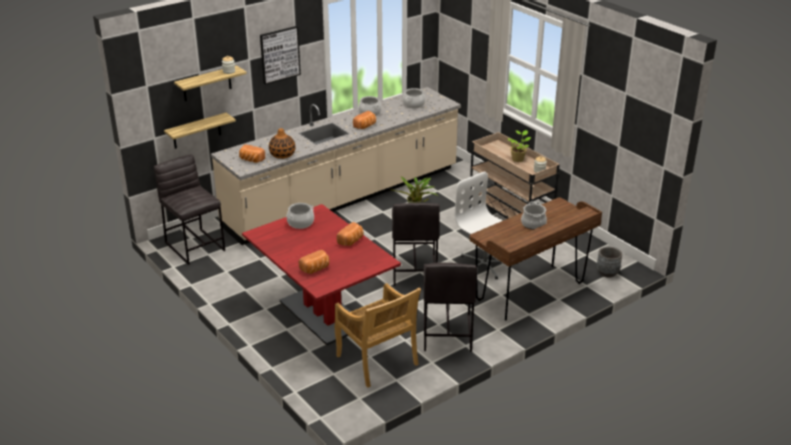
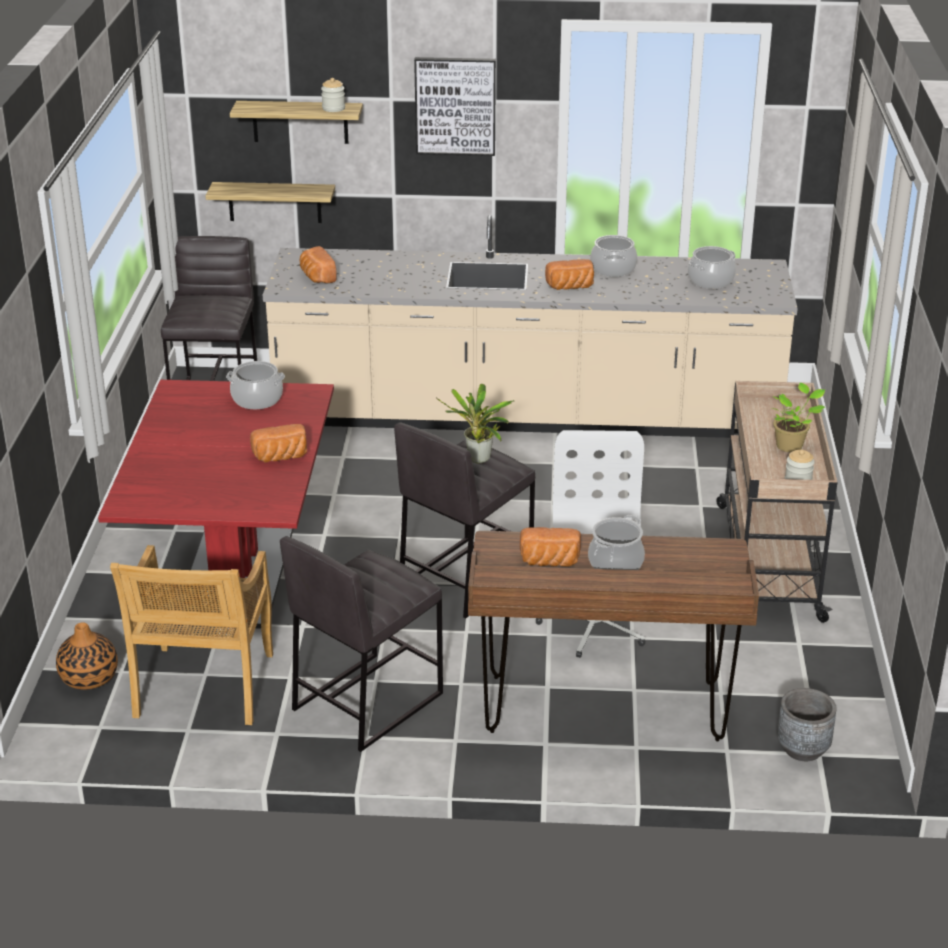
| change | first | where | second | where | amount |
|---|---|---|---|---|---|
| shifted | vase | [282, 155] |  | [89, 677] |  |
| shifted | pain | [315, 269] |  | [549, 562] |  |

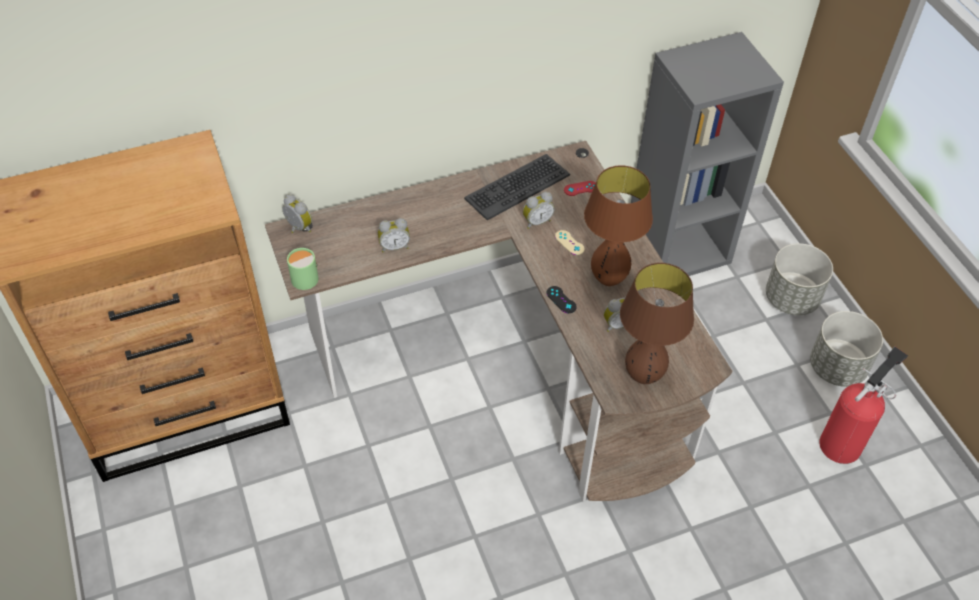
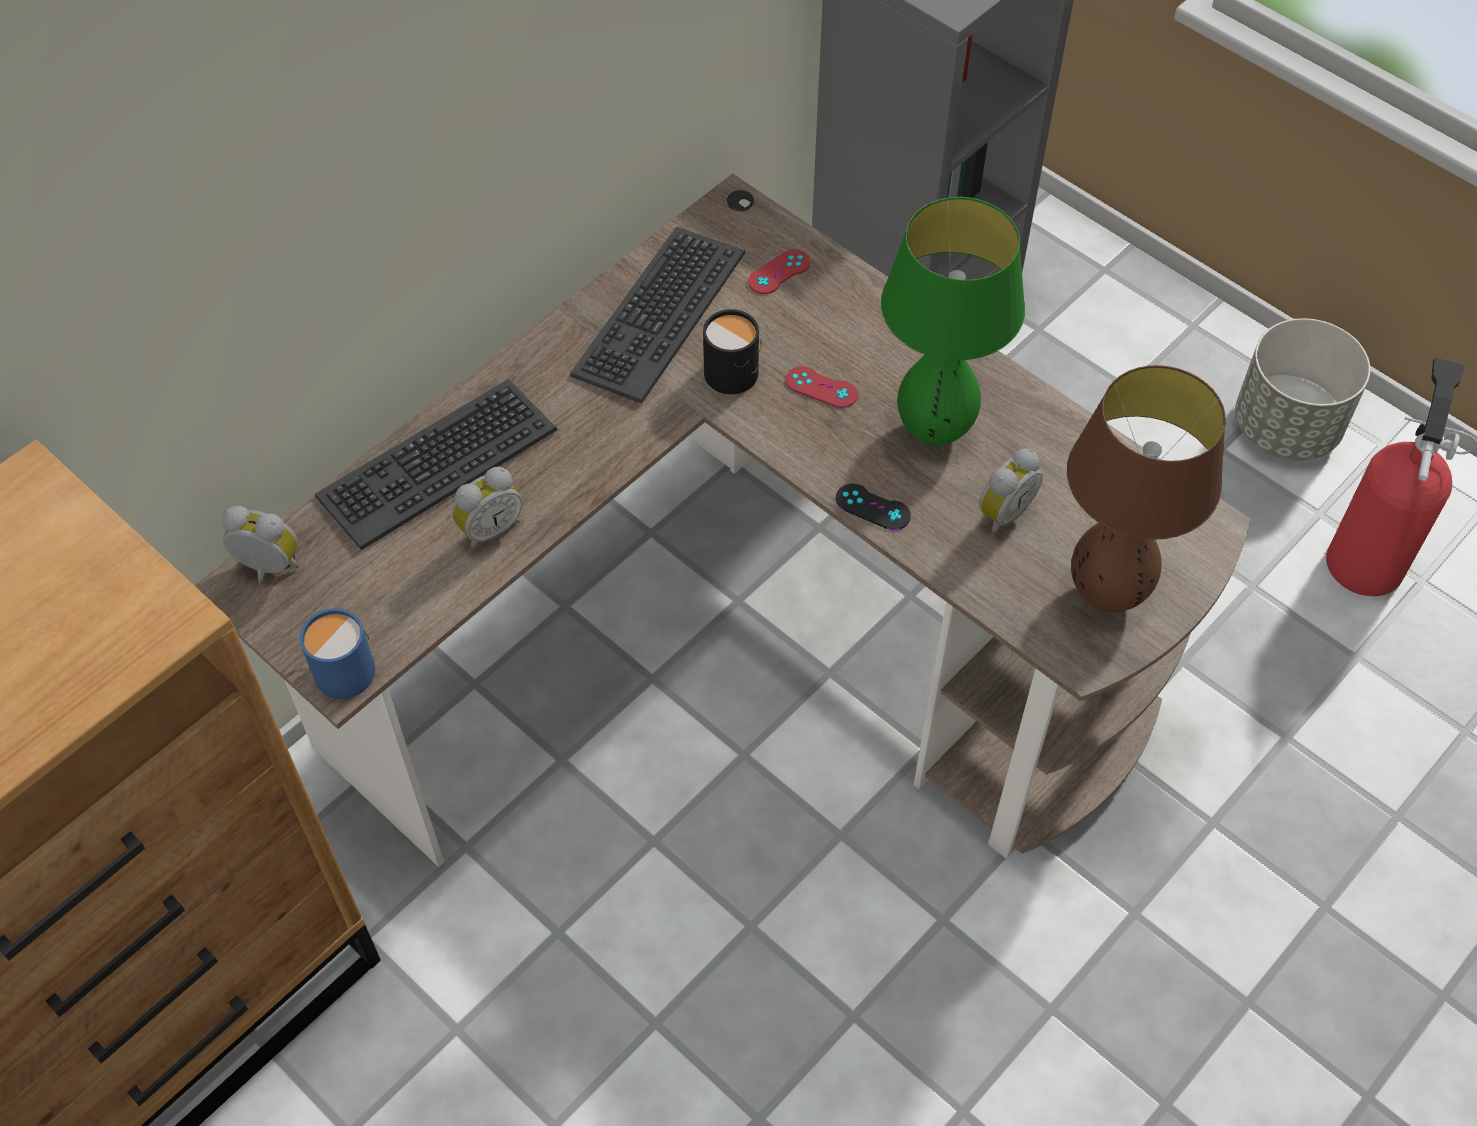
| change | first | where | second | where | amount |
|---|---|---|---|---|---|
| repainted | lampe de table/marron | [608, 279] | lampe de table/vert | [934, 431] |  |
| swapped | réveil | [536, 221] | mug/noir | [736, 369] |  |
| repainted | manette/beige | [569, 242] | manette/rouge | [821, 387] |  |
| gone | cache-pot/gris | [791, 298] |  |  |  |
| repainted | mug/vert | [303, 276] | mug/bleu | [339, 668] |  |
| new |  |  | clavier | [436, 462] |  |

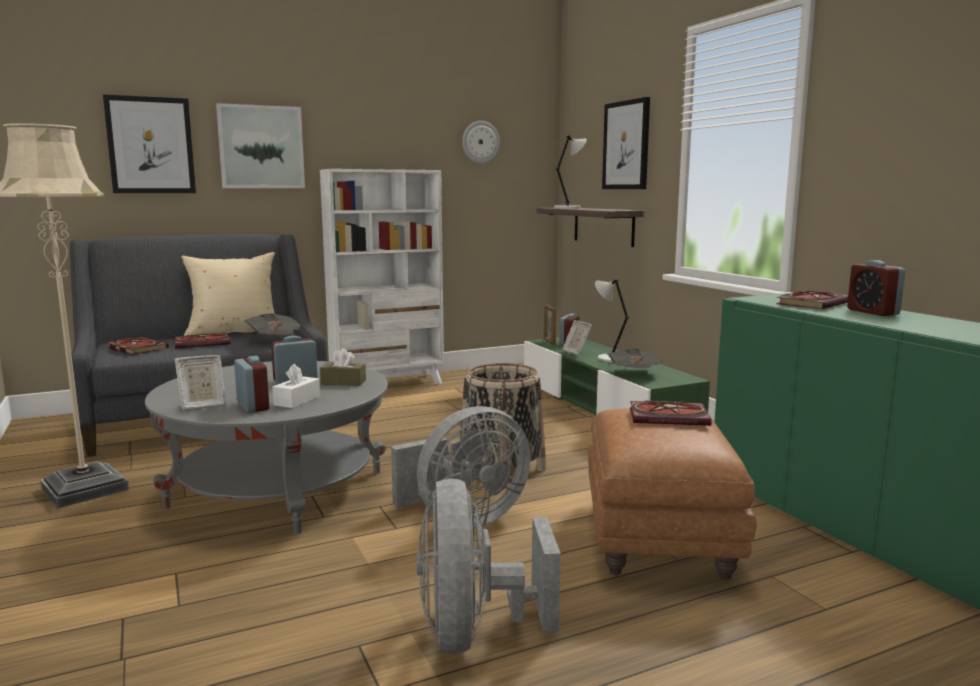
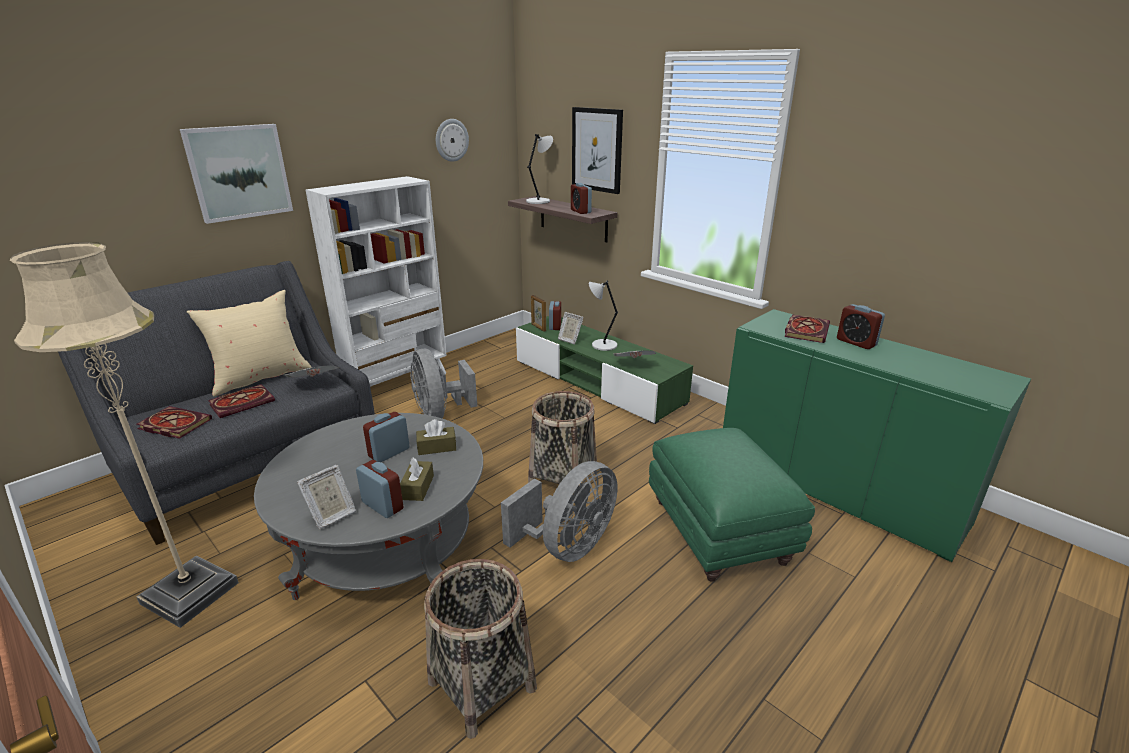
| change | first | where | second | where | amount |
|---|---|---|---|---|---|
| gone | tableau | [150, 145] |  |  |  |
| repainted | boîte à mouchoirs/blanc | [297, 401] | boîte à mouchoirs/marron | [417, 487] |  |
| gone | livre | [670, 417] |  |  |  |
| repainted | pouf/marron | [659, 539] | pouf/vert | [720, 533] |  |
| shifted | ventilateur/gris | [474, 633] |  | [440, 413] |  |
| new |  |  | réveil | [580, 211] |  |
| new |  |  | panier | [481, 684] |  |

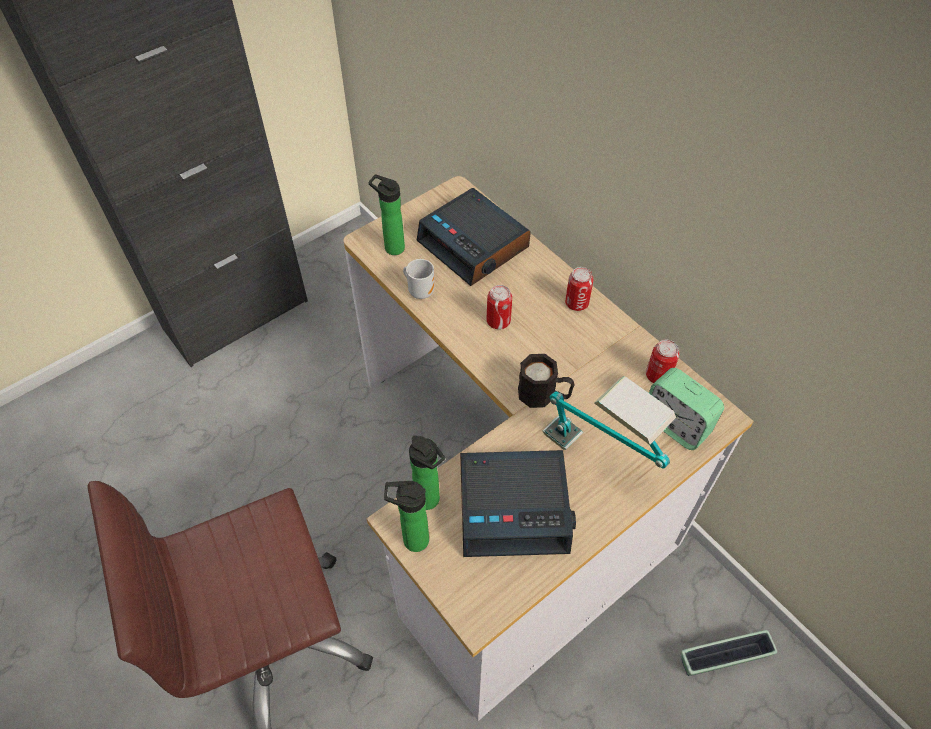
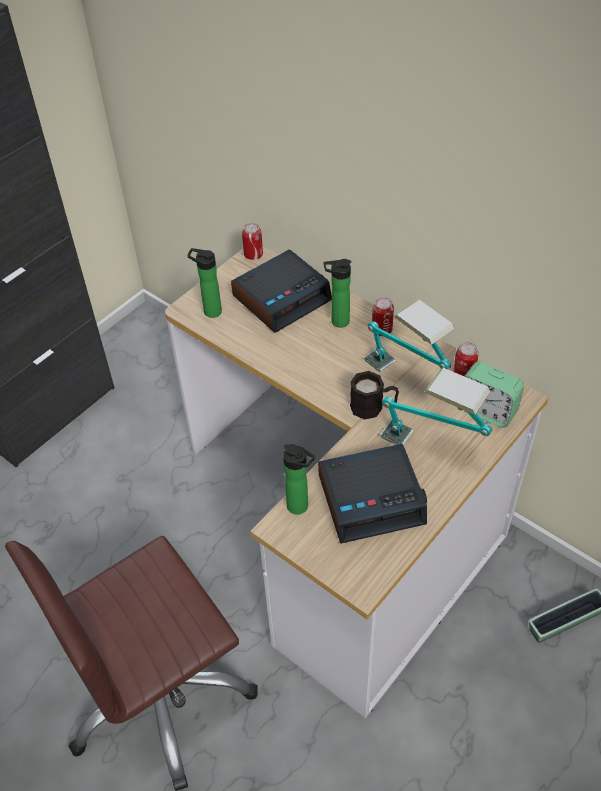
| change | first | where | second | where | amount |
|---|---|---|---|---|---|
| rotated | réveil | [474, 245] |  | [282, 297] | 75 degrees counterclockwise |
| gone | mug | [420, 291] |  |  |  |
| shifted | boîte métallique | [498, 321] |  | [253, 255] |  |
| shifted | bouteille | [411, 540] |  | [337, 322] |  |
| new |  |  | lampe de table | [405, 381] |  |

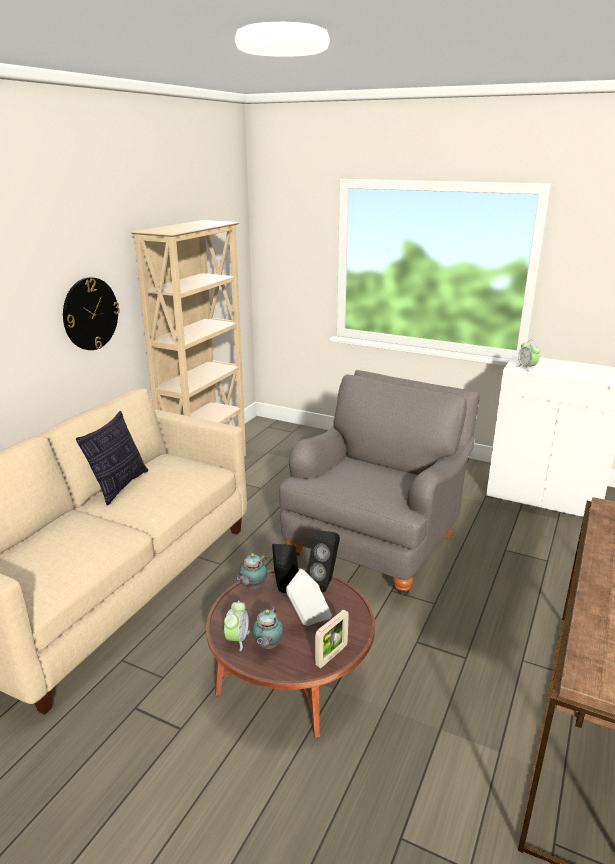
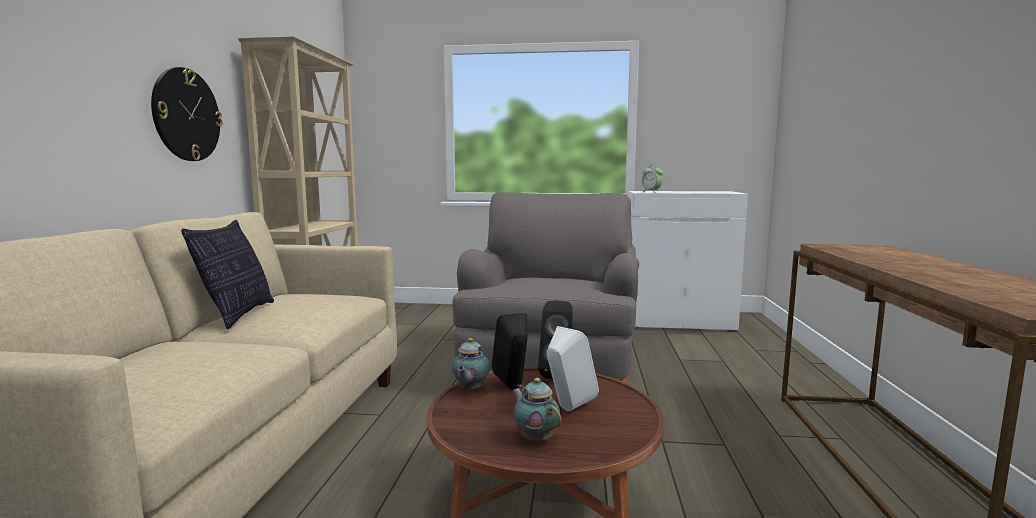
| change | first | where | second | where | amount |
|---|---|---|---|---|---|
| gone | réveil | [237, 639] |  |  |  |
| rotated | théière | [267, 646] |  | [535, 438] | 150 degrees clockwise |
| gone | cadre photo | [331, 656] |  |  |  |

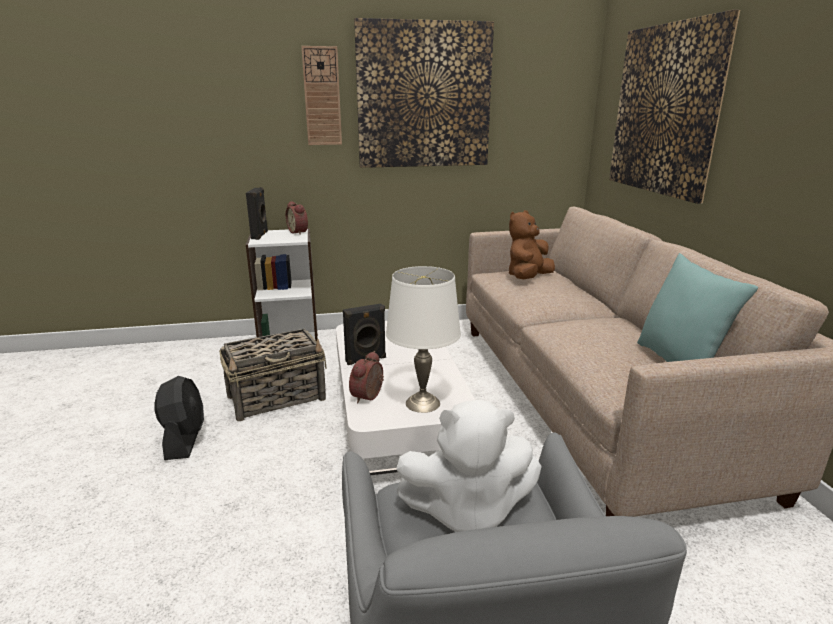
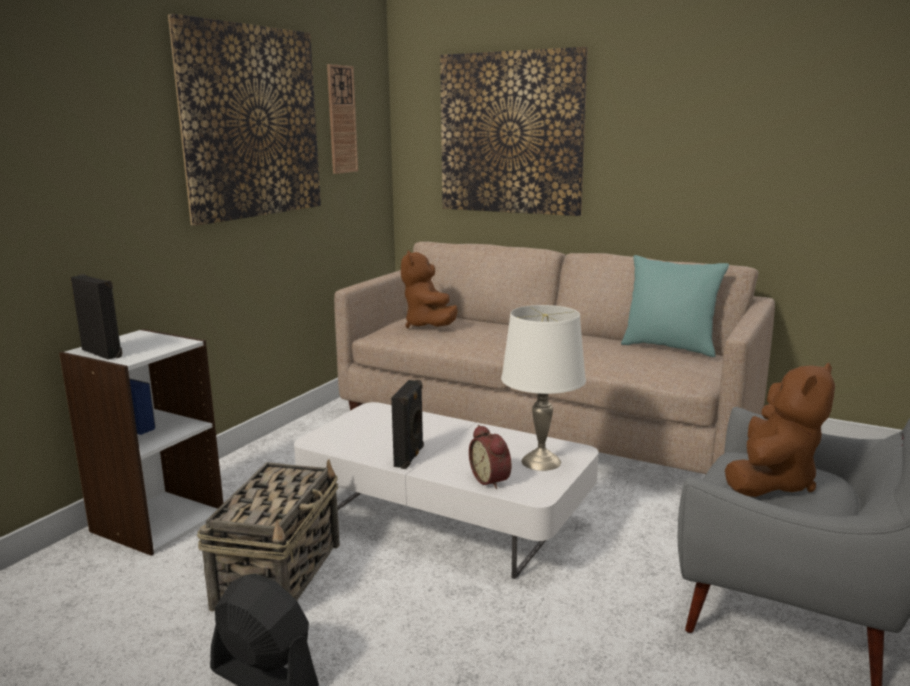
| change | first | where | second | where | amount |
|---|---|---|---|---|---|
| shifted | horloge murale | [322, 97] |  | [341, 120] |  |
| gone | réveil | [299, 232] |  |  |  |
| repainted | peluche/blanc | [467, 512] | peluche/marron | [771, 482] |  |

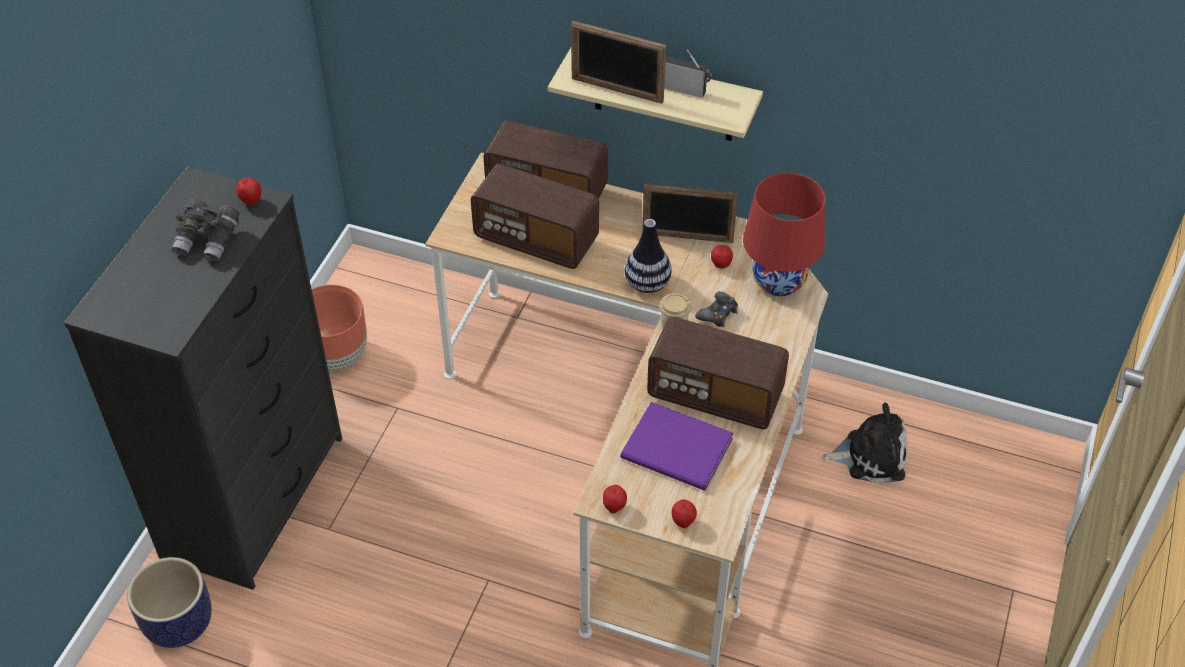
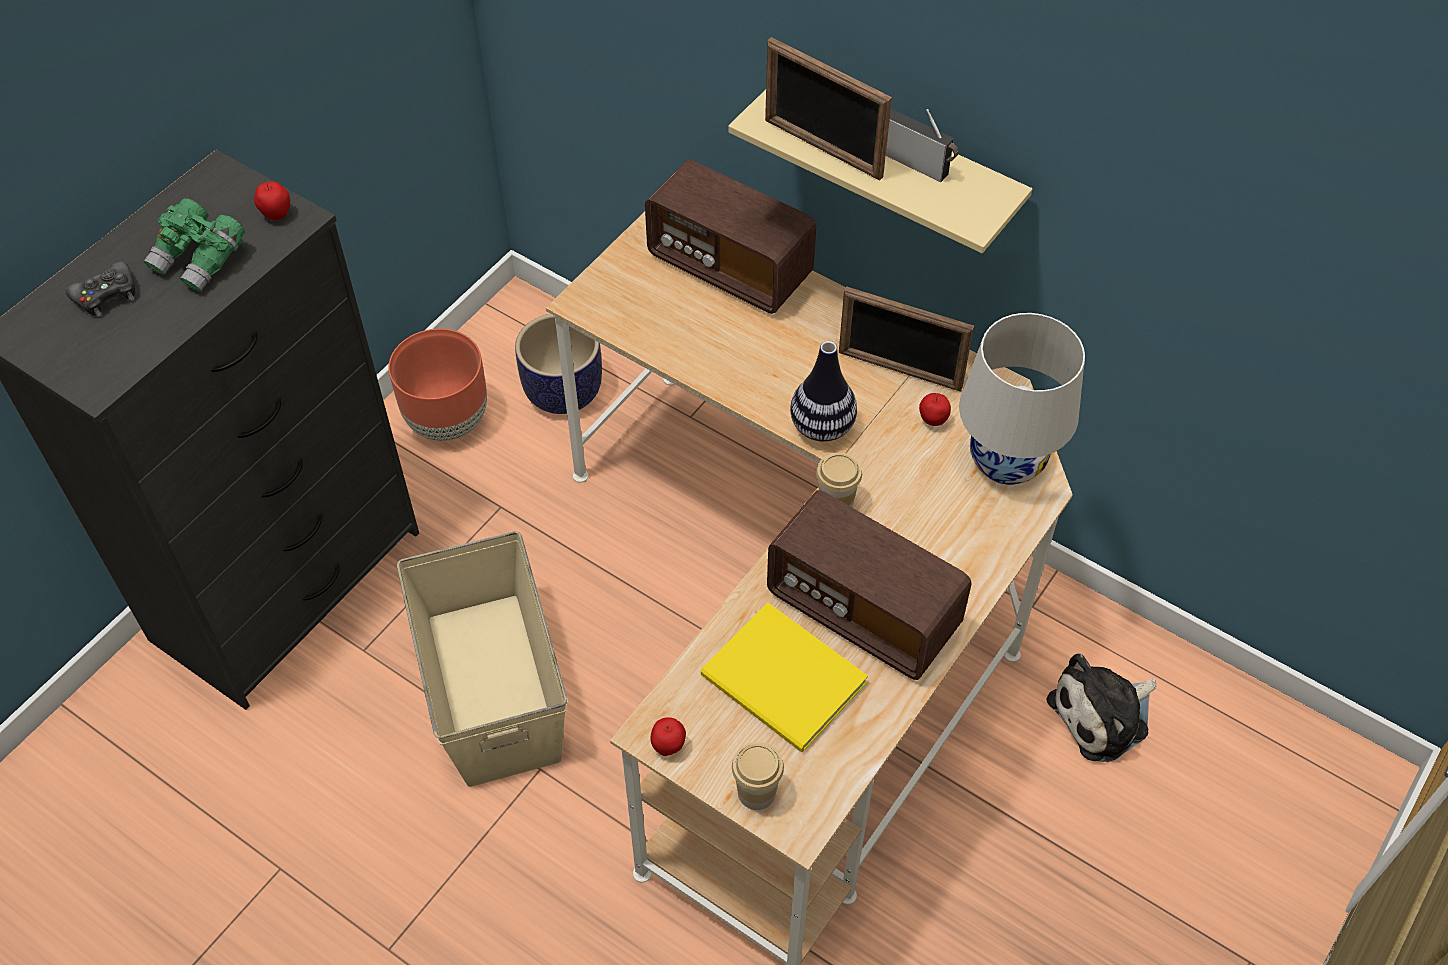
| change | first | where | second | where | amount |
|---|---|---|---|---|---|
| gone | radio | [536, 239] |  |  |  |
| repainted | lampe de table/rouge | [778, 281] | lampe de table/blanc | [1007, 461] |  |
| repainted | jumelles/gris | [209, 240] | jumelles/vert | [201, 260] |  |
| shifted | manette/noir | [718, 314] |  | [106, 295] |  |
| repainted | livre/violet | [678, 451] | livre/jaune | [784, 684] |  |
| rotated | peluche | [870, 455] |  | [1103, 715] | 135 degrees clockwise |
| swapped | pomme | [683, 522] | tasse | [756, 792] |  |
| shifted | cache-pot | [180, 623] |  | [564, 391] |  |
| new |  |  | boîte de rangement/beige | [494, 686] |  |

